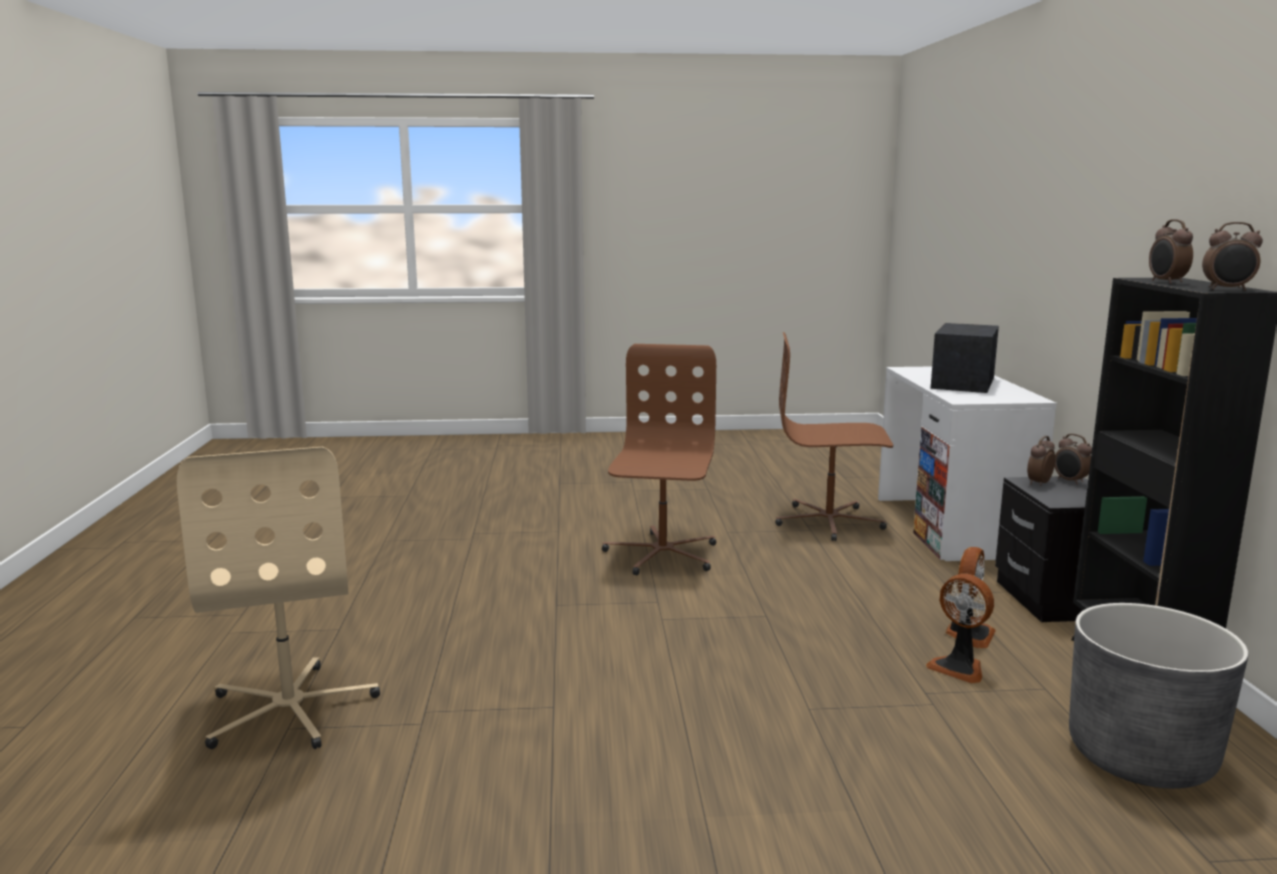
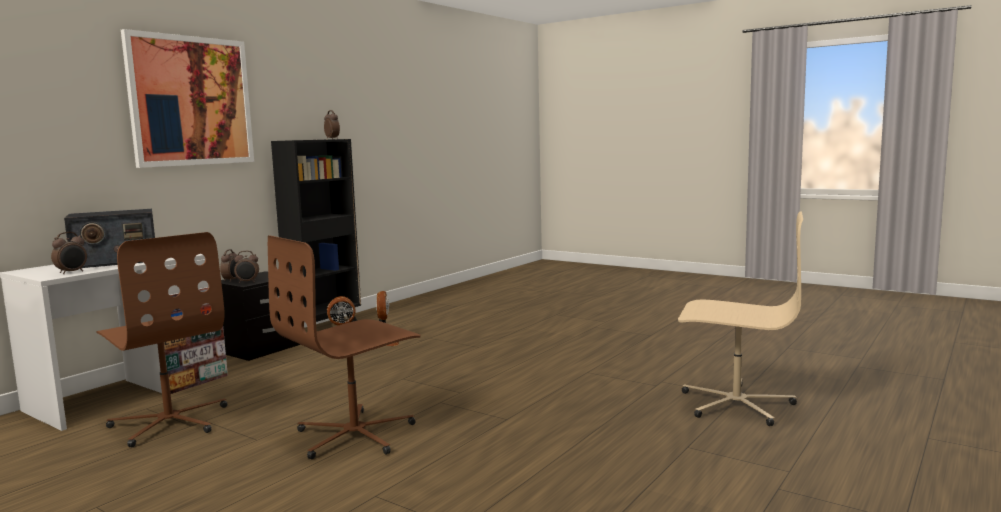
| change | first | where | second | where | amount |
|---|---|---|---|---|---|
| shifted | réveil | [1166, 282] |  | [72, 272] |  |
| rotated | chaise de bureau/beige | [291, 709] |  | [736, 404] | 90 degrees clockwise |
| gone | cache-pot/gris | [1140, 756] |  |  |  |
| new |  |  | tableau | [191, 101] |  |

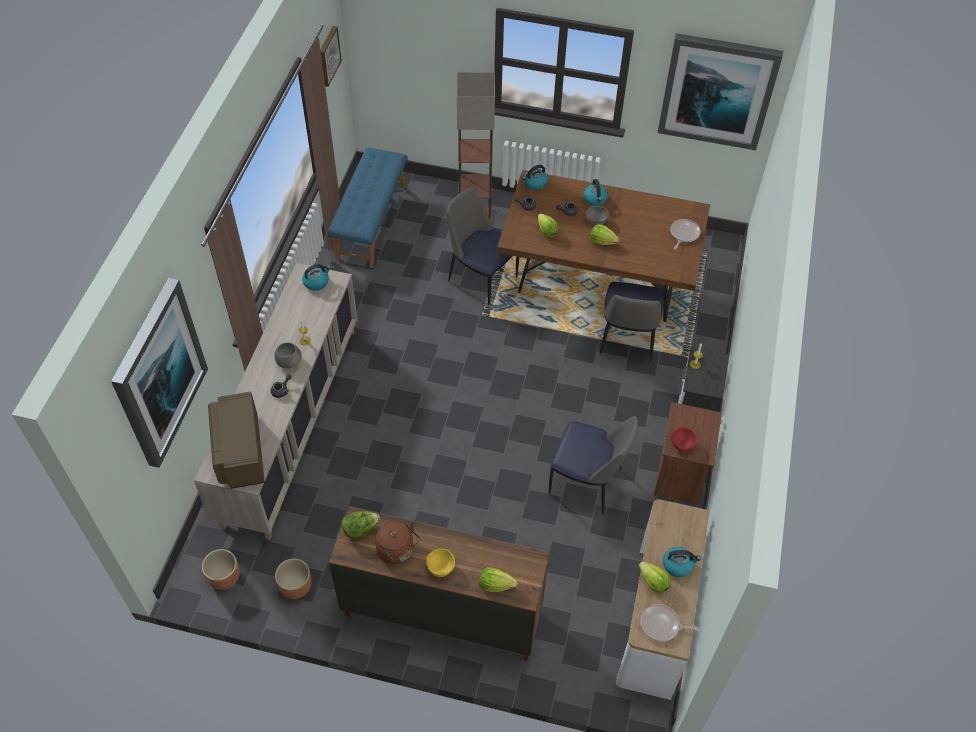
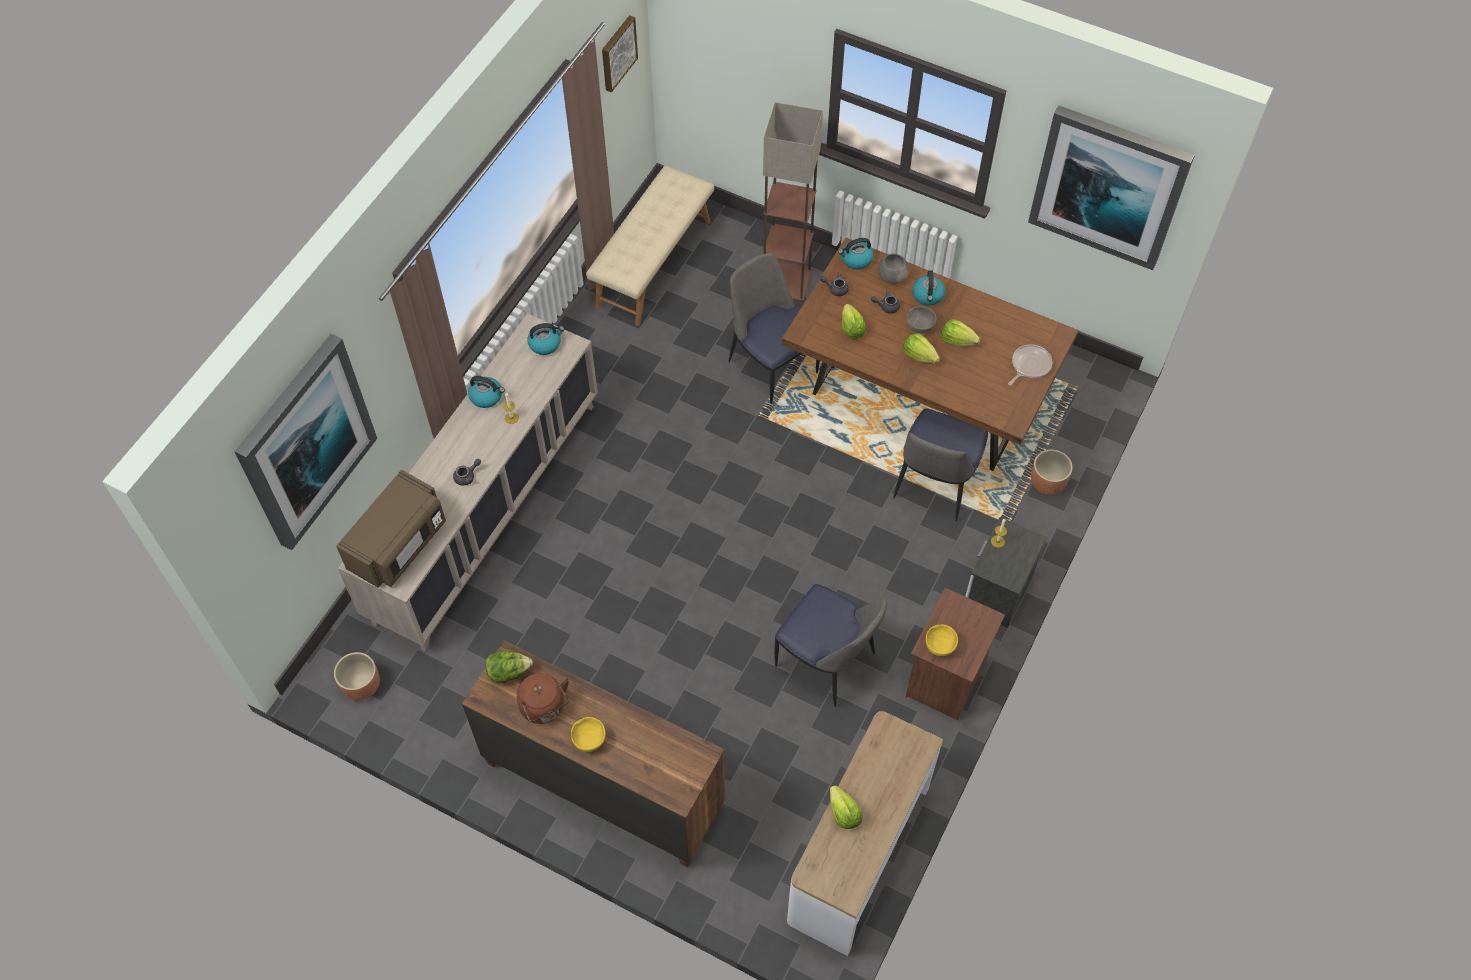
| change | first | where | second | where | amount |
|---|---|---|---|---|---|
| repainted | banc/bleu | [371, 222] | banc/beige | [653, 263] |  |
| shifted | bol/gris | [289, 361] |  | [892, 276] |  |
| rotated | micro-ondes/marron | [240, 452] |  | [399, 544] | 150 degrees counterclockwise |
| repainted | bol/rouge | [682, 444] | bol/jaune | [940, 646] |  |
| shifted | bouilloire | [678, 565] |  | [487, 396] |  |
| shifted | cache-pot/marron | [295, 587] |  | [1047, 483] |  |
| shifted | laitue | [495, 584] |  | [957, 340] |  |
| gone | poêle | [661, 625] |  |  |  |

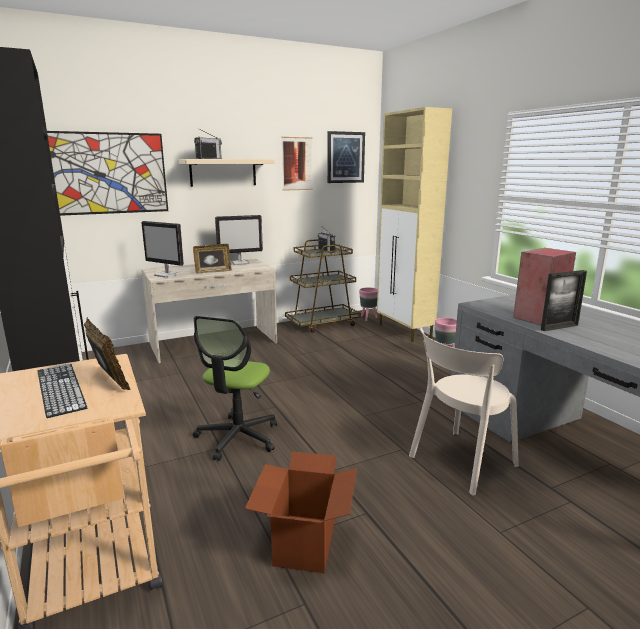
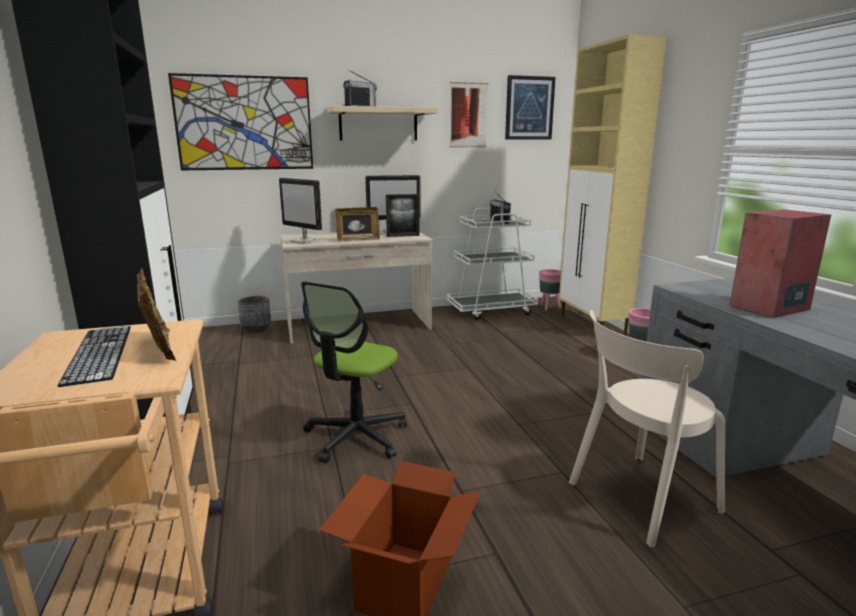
| change | first | where | second | where | amount |
|---|---|---|---|---|---|
| repainted | chariot/marron | [322, 324] | chariot/blanc | [491, 310] |  |
| shifted | cadre photo | [559, 327] |  | [403, 236] |  |
| new |  |  | cache-pot/gris | [256, 329] |  |

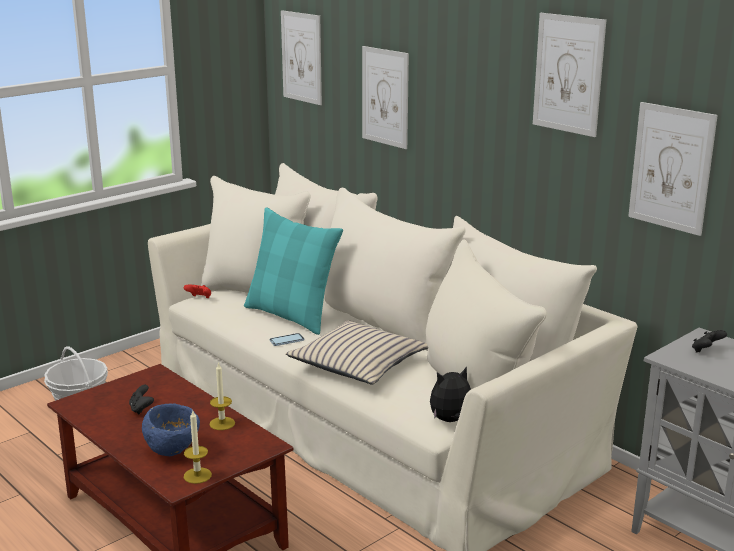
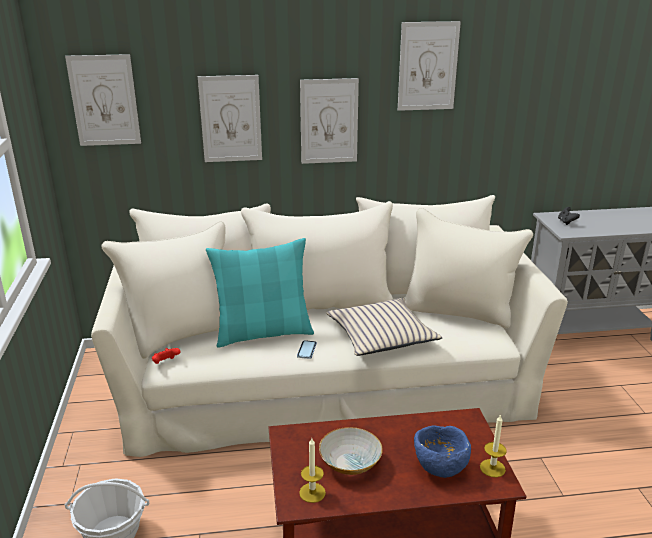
| change | first | where | second | where | amount |
|---|---|---|---|---|---|
| shifted | tableau | [671, 168] |  | [329, 121] |  |
| shifted | bougie | [222, 423] |  | [312, 492] |  |
| gone | peluche | [451, 421] |  |  |  |
| swapped | manette/noir | [141, 409] | bol | [349, 463] |  |

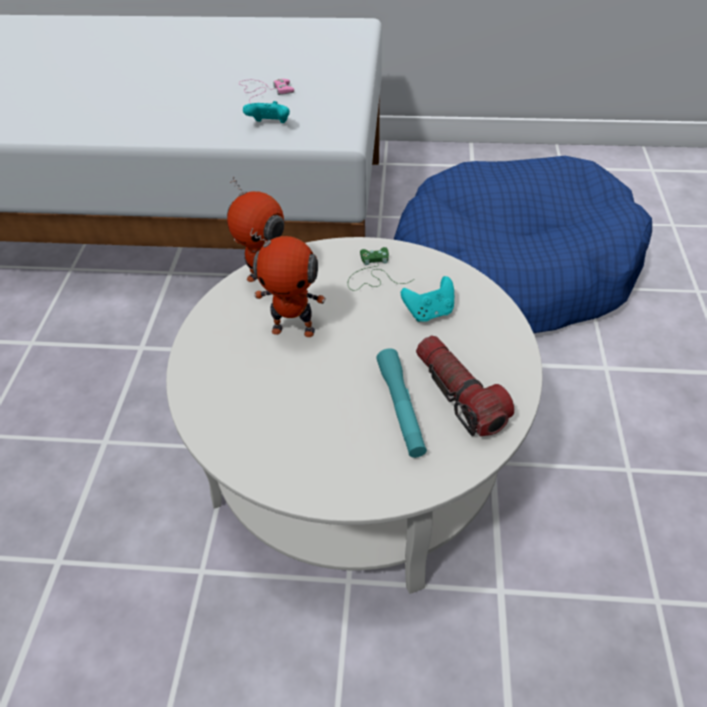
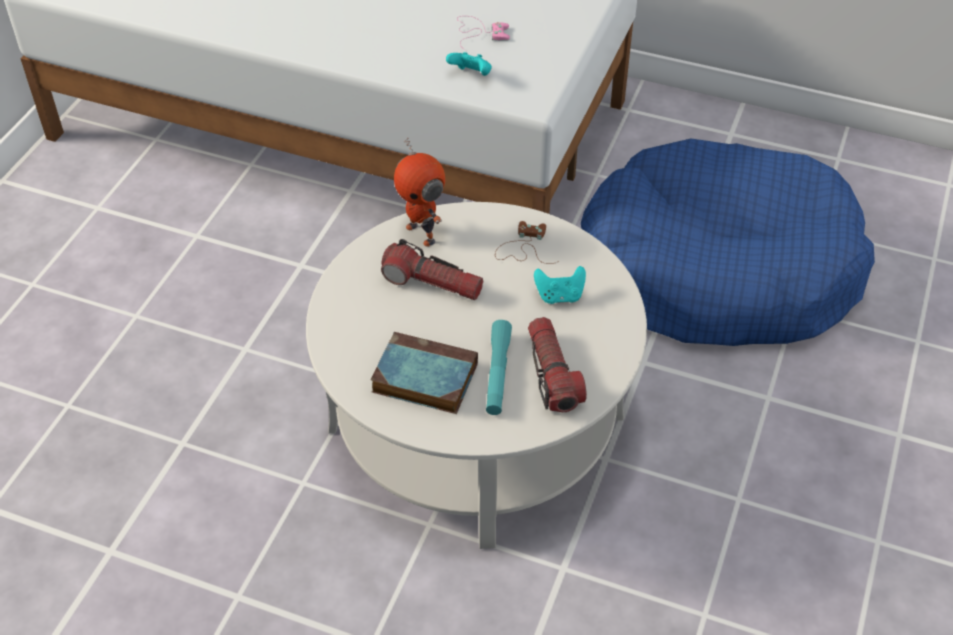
| change | first | where | second | where | amount |
|---|---|---|---|---|---|
| swapped | robot jouet | [294, 328] | lampe de poche | [432, 283] |  |
| repainted | manette/vert | [373, 274] | manette/marron | [523, 247] |  |
| new |  |  | livre | [422, 378] |  |

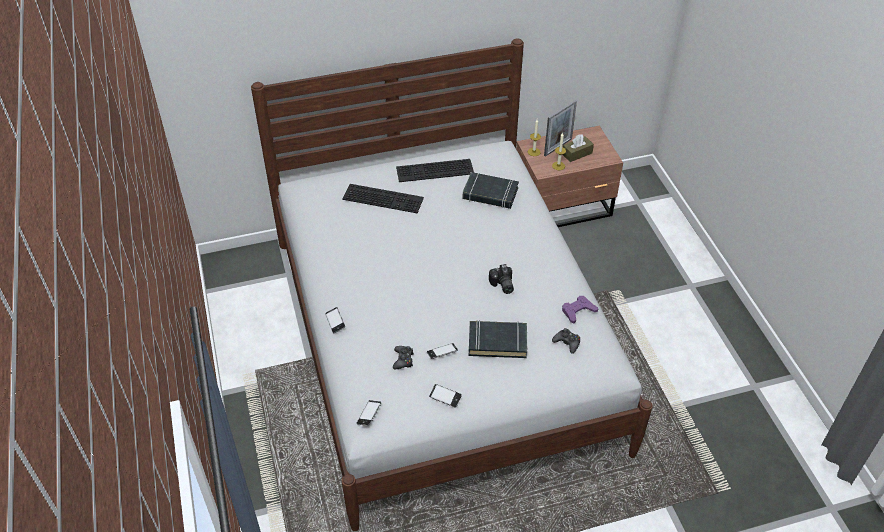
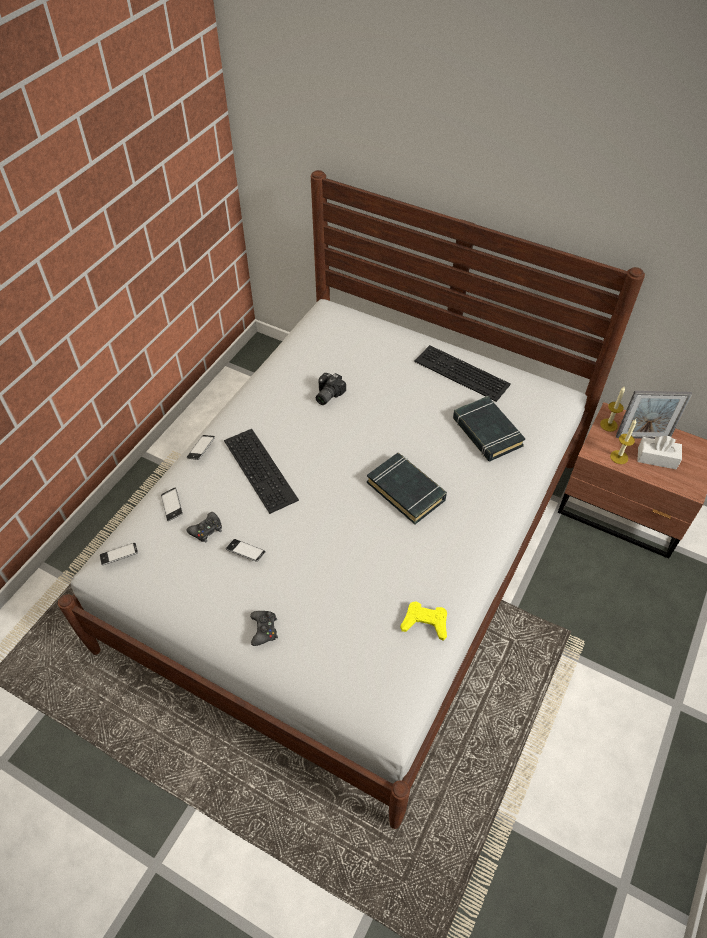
| change | first | where | second | where | amount |
|---|---|---|---|---|---|
| repainted | boîte à mouchoirs/marron | [577, 153] | boîte à mouchoirs/blanc | [657, 458] |  |
| shifted | clavier | [384, 197] |  | [262, 469] |  |
| shifted | appareil photo | [502, 285] |  | [326, 395] |  |
| repainted | manette/violet | [578, 311] | manette/jaune | [425, 622] |  |
| shifted | livre/noir | [497, 342] |  | [406, 491] |  |
| shifted | manette/noir | [567, 343] |  | [264, 629] |  |
| shifted | téléphone | [445, 397] |  | [172, 506] |  |

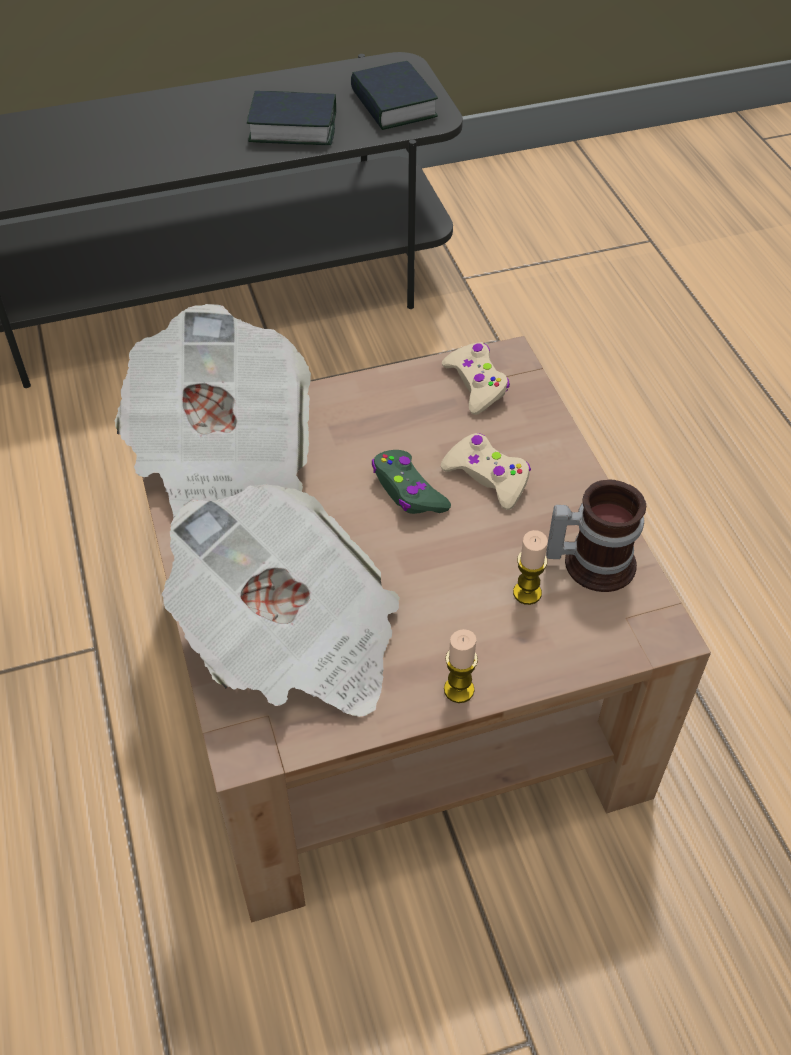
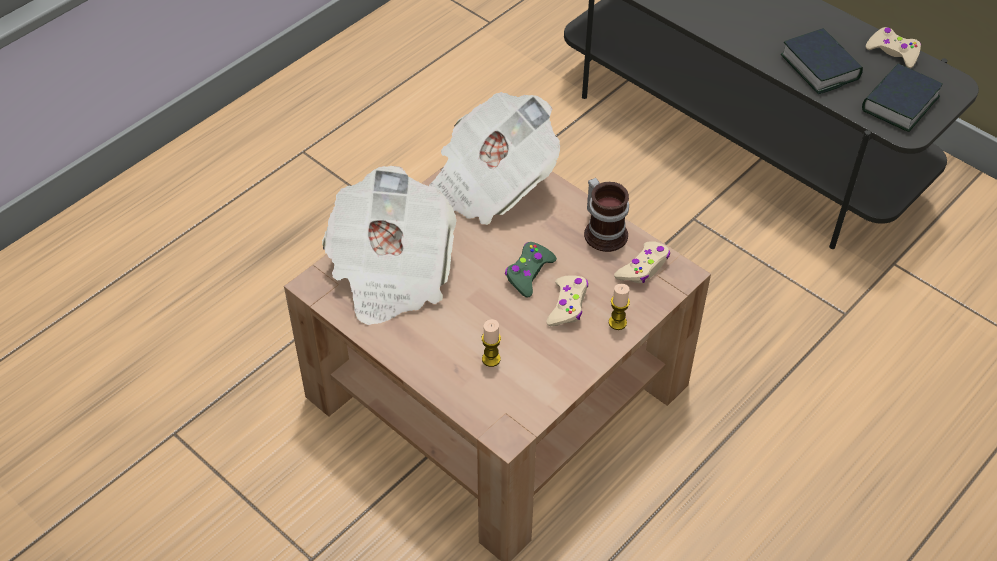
| change | first | where | second | where | amount |
|---|---|---|---|---|---|
| shifted | mug | [592, 561] |  | [605, 231] |  |
| shifted | bougie | [459, 690] |  | [617, 322] |  |
| new |  |  | manette/beige | [893, 52] |  |

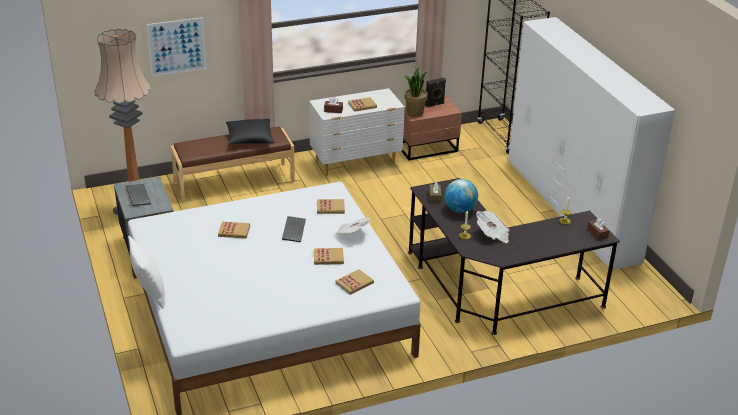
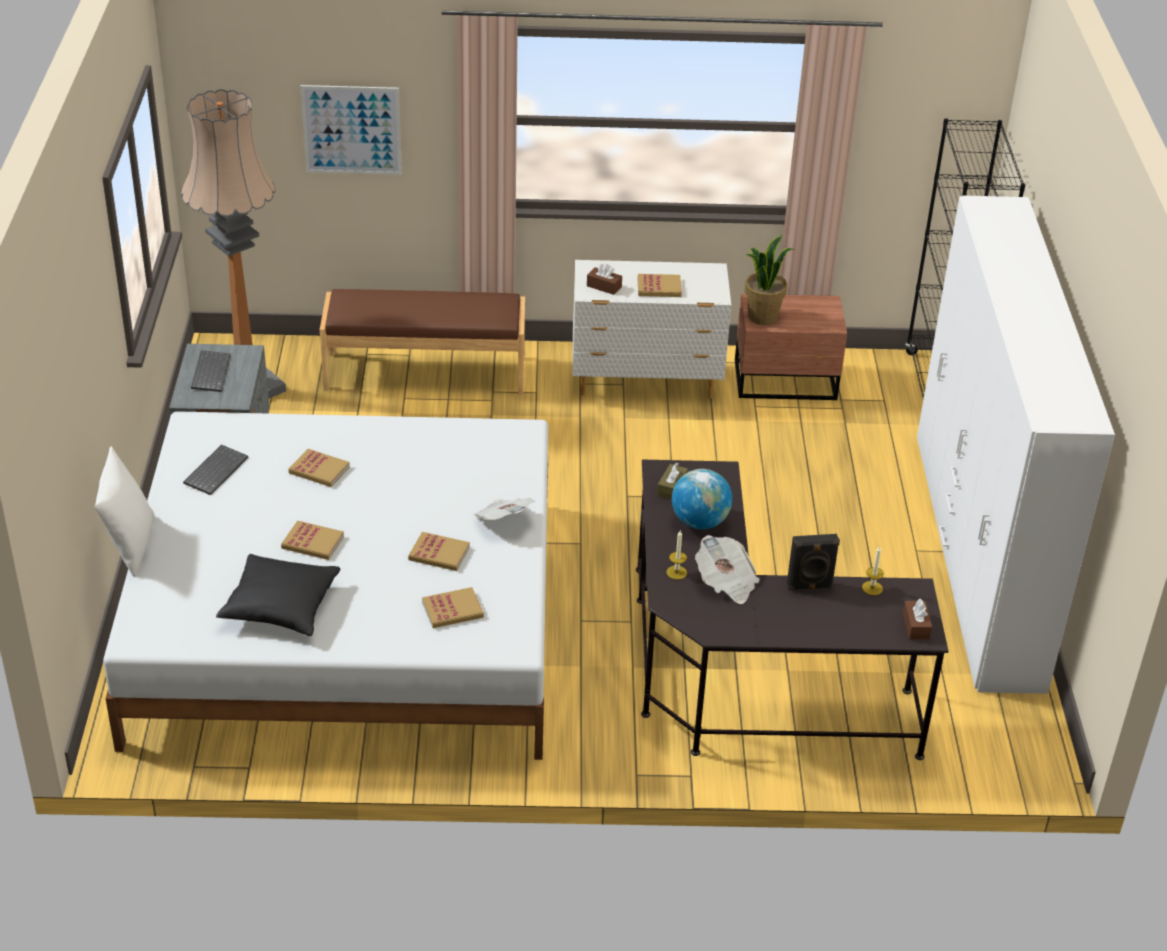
| change | first | where | second | where | amount |
|---|---|---|---|---|---|
| shifted | enceinte/noir | [435, 104] |  | [809, 587] |  |
| shifted | coussin/noir | [249, 139] |  | [280, 606] |  |
| shifted | livre | [330, 208] |  | [312, 542] |  |
| shifted | clavier | [293, 229] |  | [215, 470] |  |

